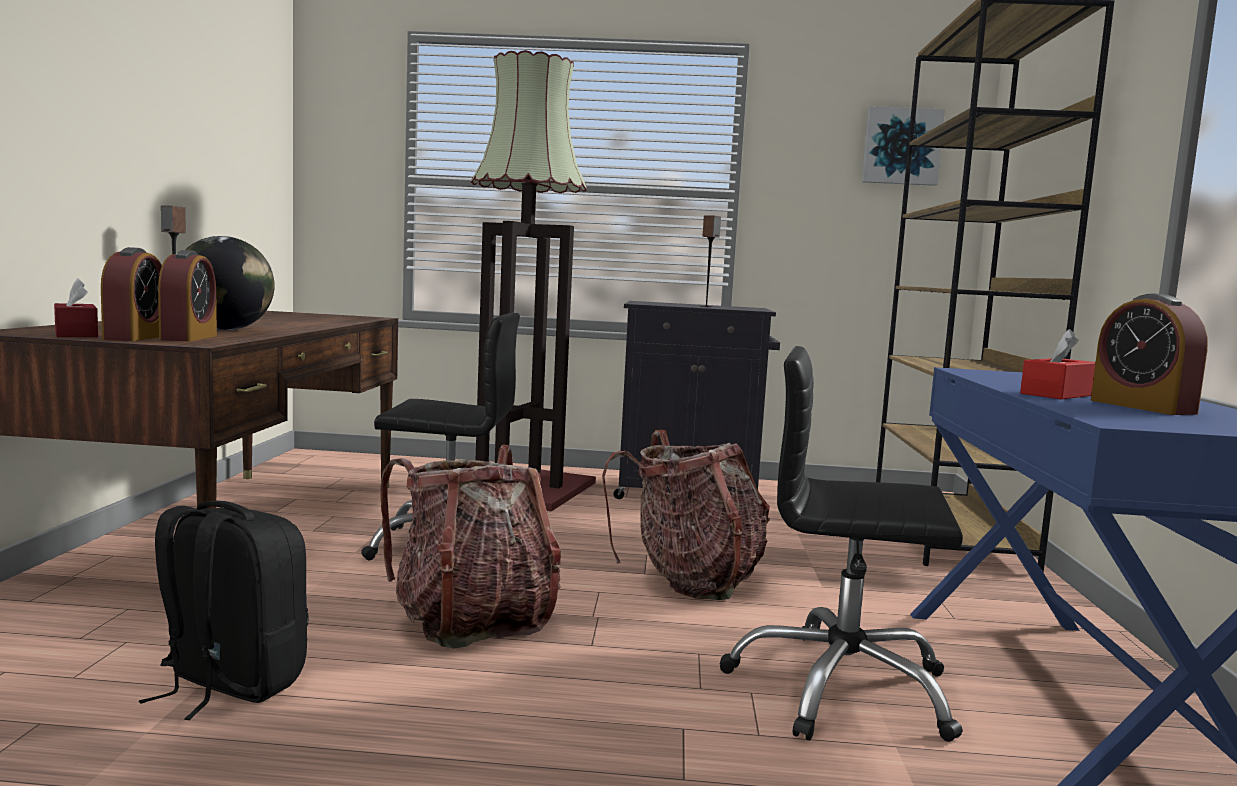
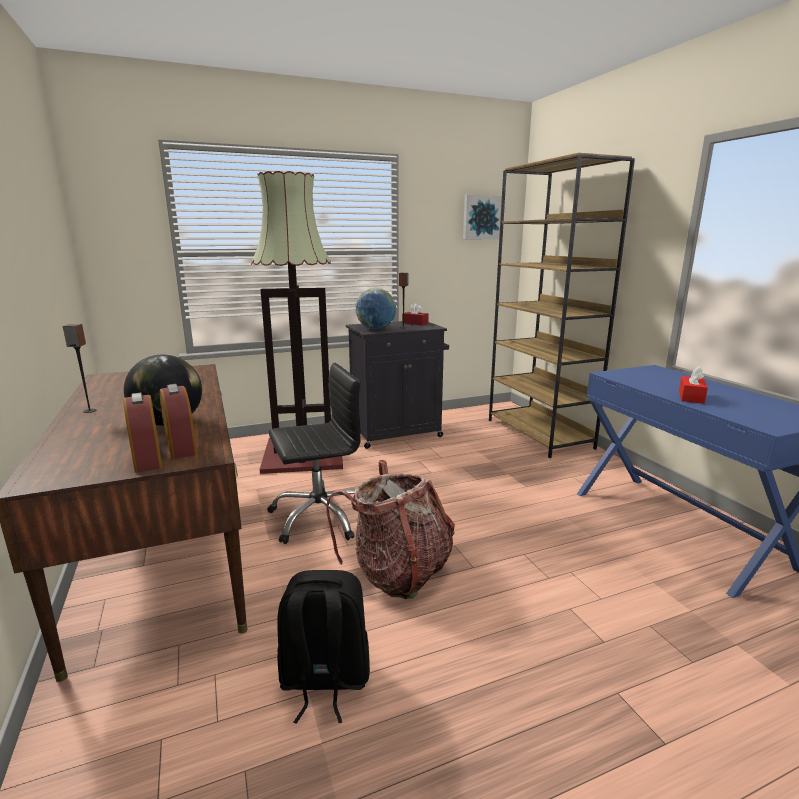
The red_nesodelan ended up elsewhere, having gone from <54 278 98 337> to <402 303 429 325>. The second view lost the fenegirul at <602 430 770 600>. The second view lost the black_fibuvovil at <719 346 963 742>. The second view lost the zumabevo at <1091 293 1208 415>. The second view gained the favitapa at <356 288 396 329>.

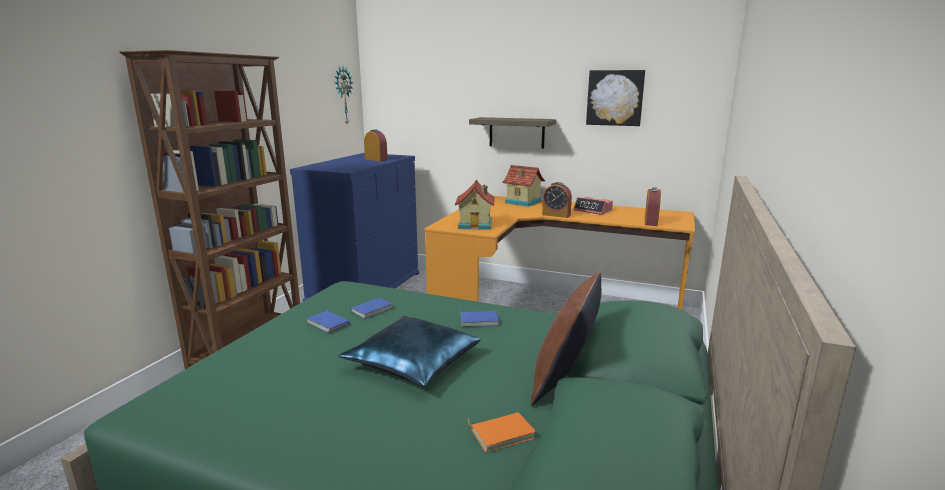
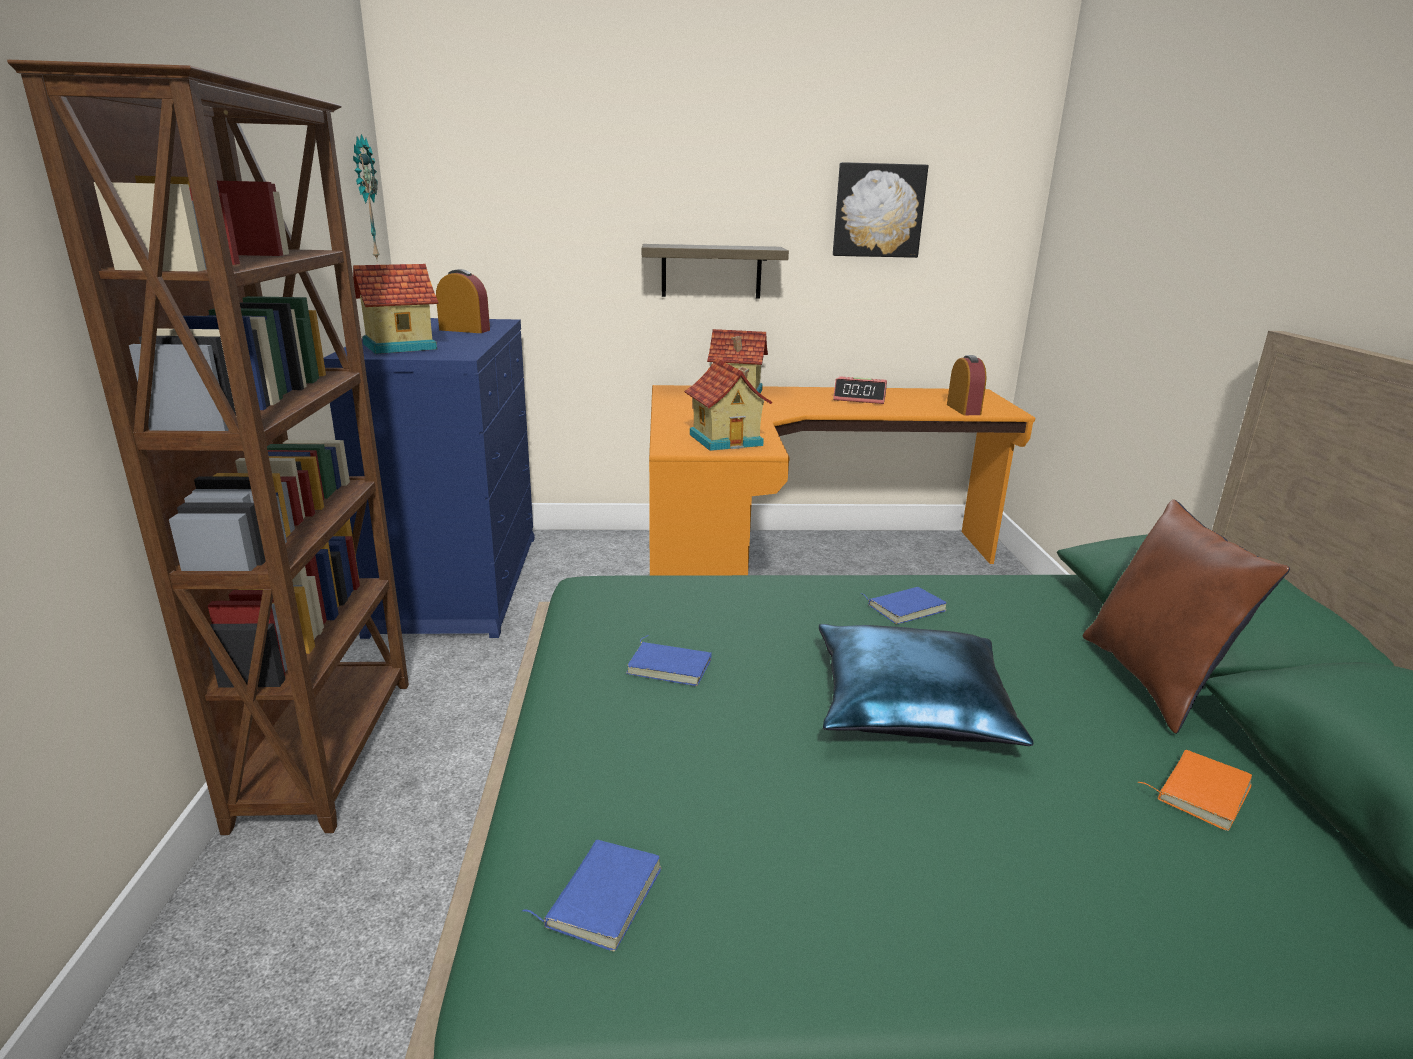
The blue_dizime ended up elsewhere, having gone from <348 298 393 319> to <522 840 661 951>. The second view lost the zumabevo at <542 182 572 218>. The second view gained the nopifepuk at <353 264 439 354>.

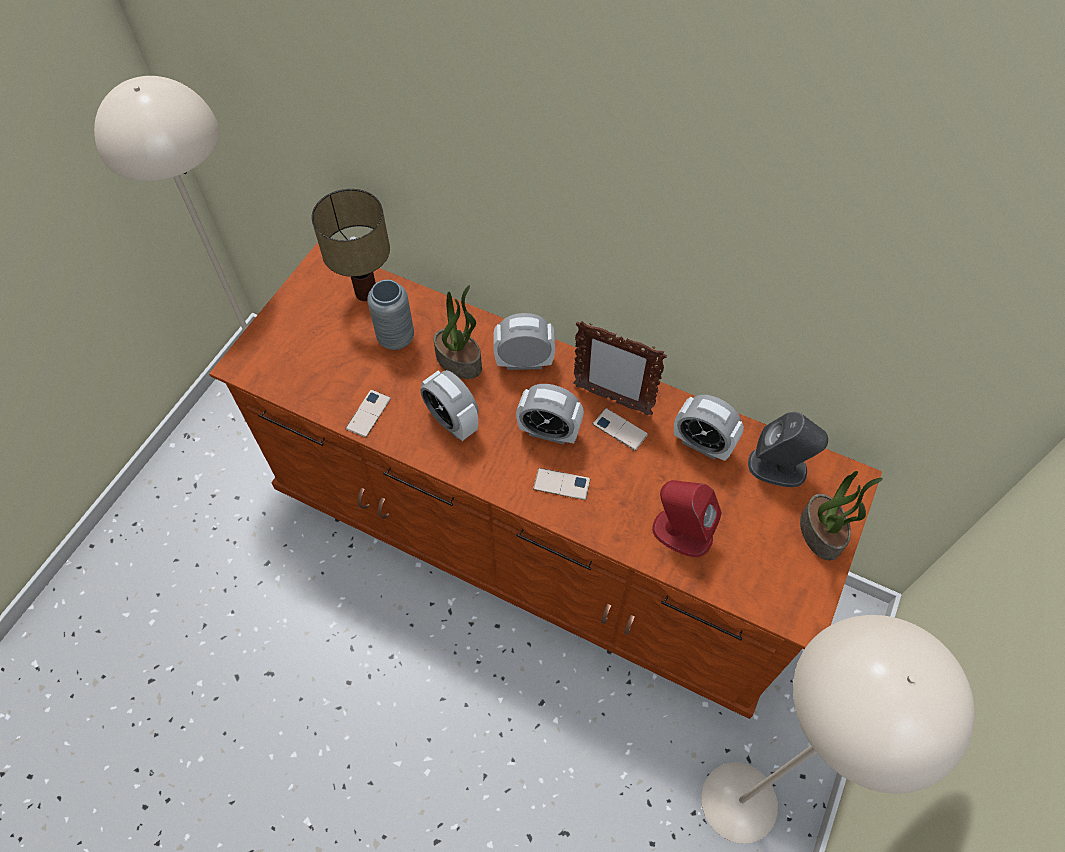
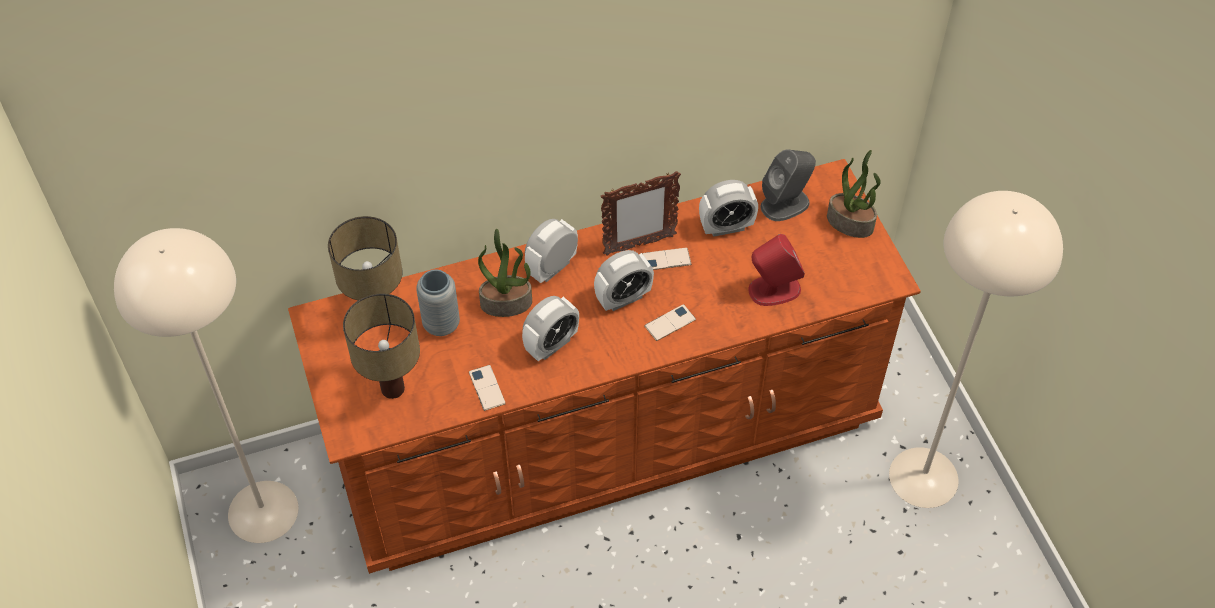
The zumabevo at <421 370 478 441> ended up facing another way, 45 degrees counterclockwise from before. The second view gained the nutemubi at <343 293 420 399>.

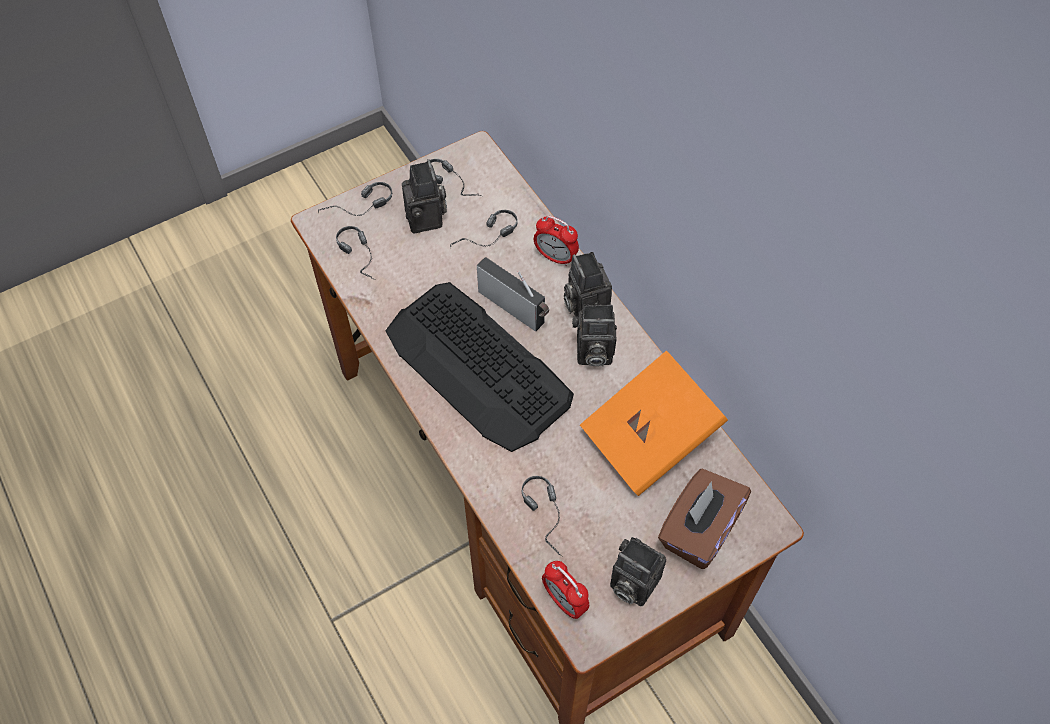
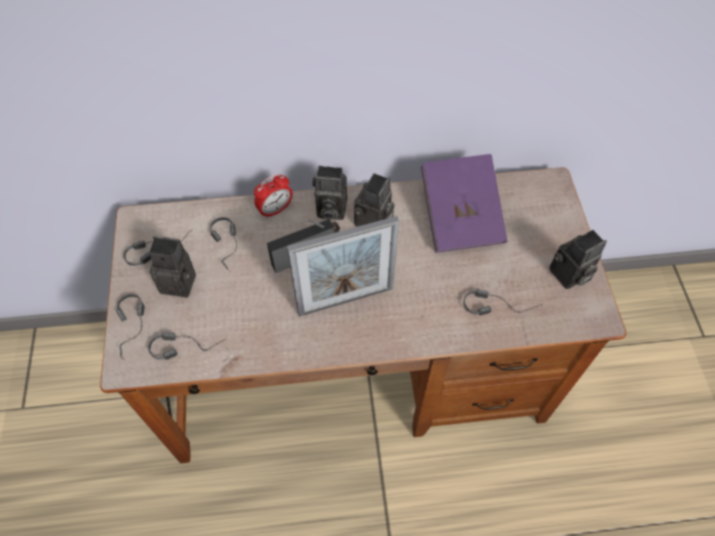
Where the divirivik stood at <386 282 574 452>, the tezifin came to stand at <287 216 399 317>. The second view lost the zumabevo at <542 561 589 619>. What was the orange_dizime at <580 350 728 496> turned into the purple_dizime at <421 154 507 253>. The second view lost the brown_nesodelan at <658 468 751 569>.

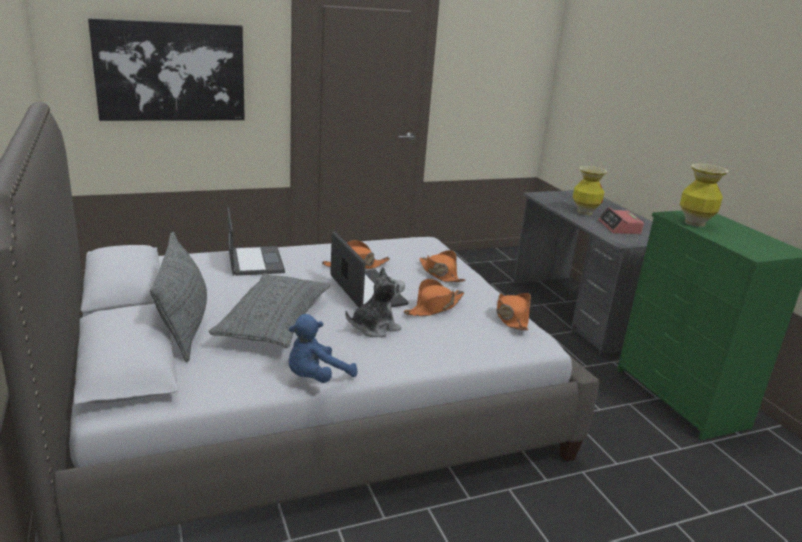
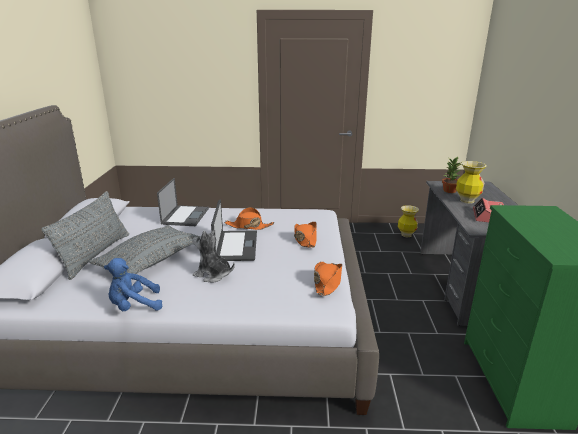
The second view lost the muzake at <88 18 245 121>. The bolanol at <345 267 405 337> ended up facing another way, 150 degrees counterclockwise from before. The second view lost the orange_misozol at <403 279 465 316>. The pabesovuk ended up elsewhere, having gone from <680 164 728 227> to <398 205 419 237>. The second view gained the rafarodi at <442 157 461 193>.

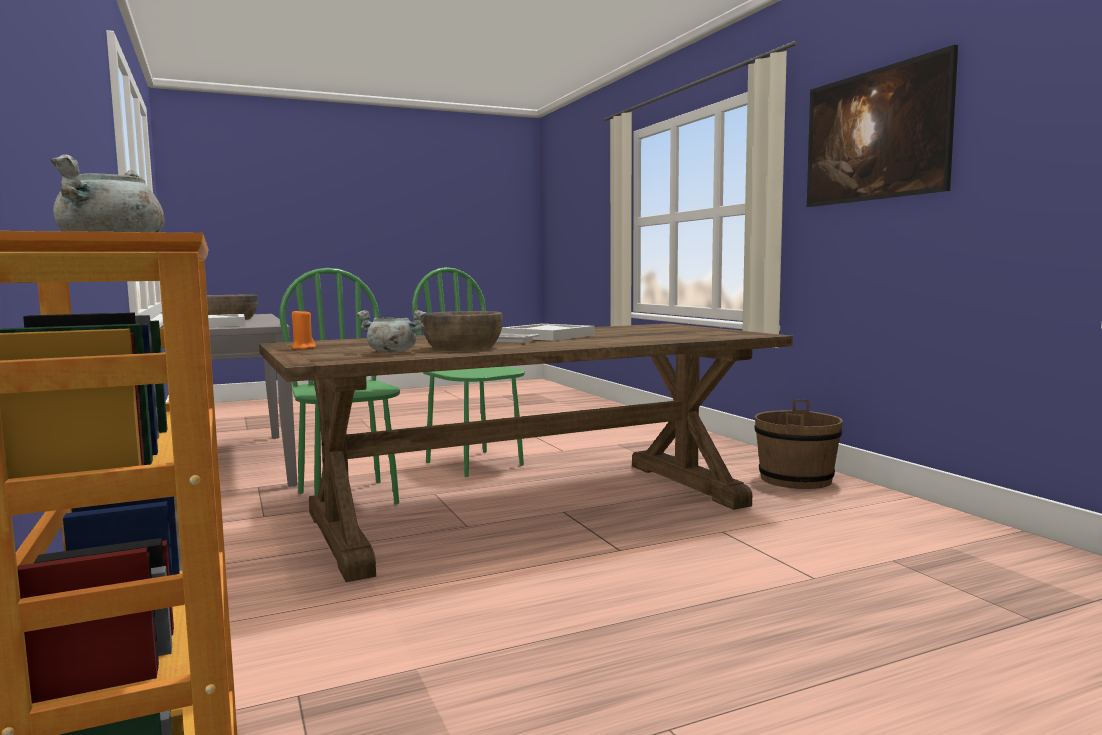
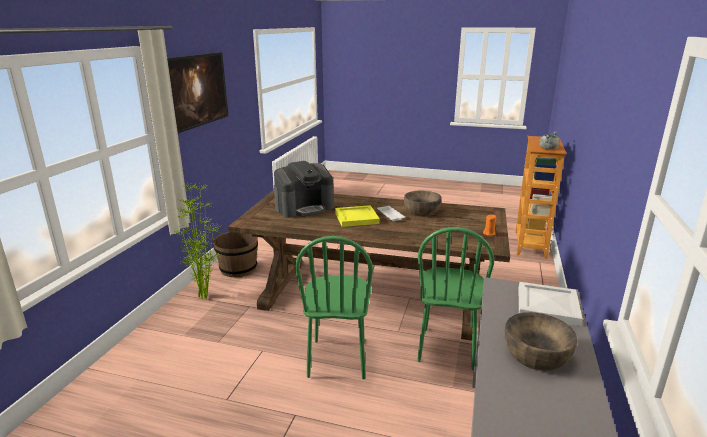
The second view lost the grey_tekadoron at <356 310 426 353>. What was the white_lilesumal at <501 324 594 341> turned into the yellow_lilesumal at <335 205 380 227>. The second view gained the rafarodi at <175 184 221 300>. The second view gained the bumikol at <274 161 334 218>.

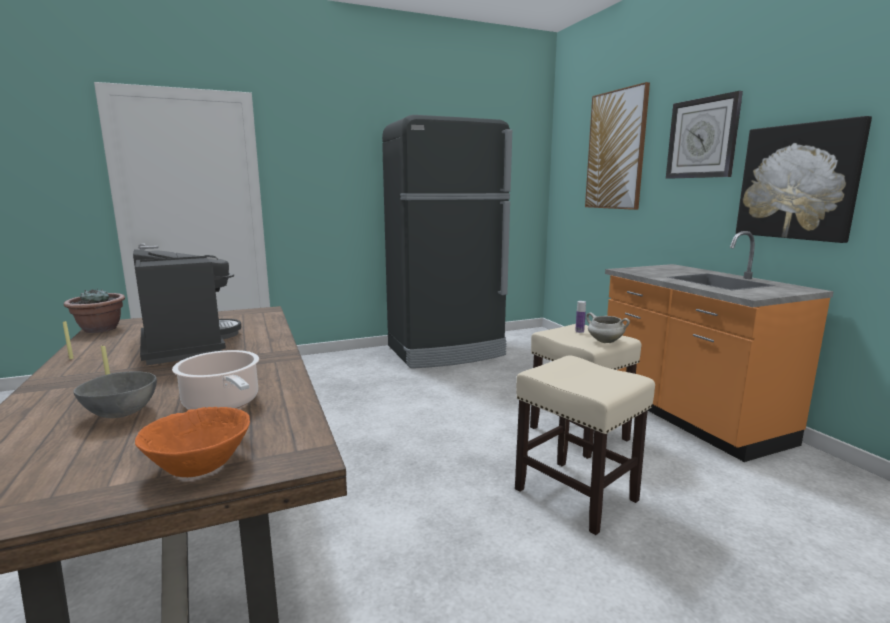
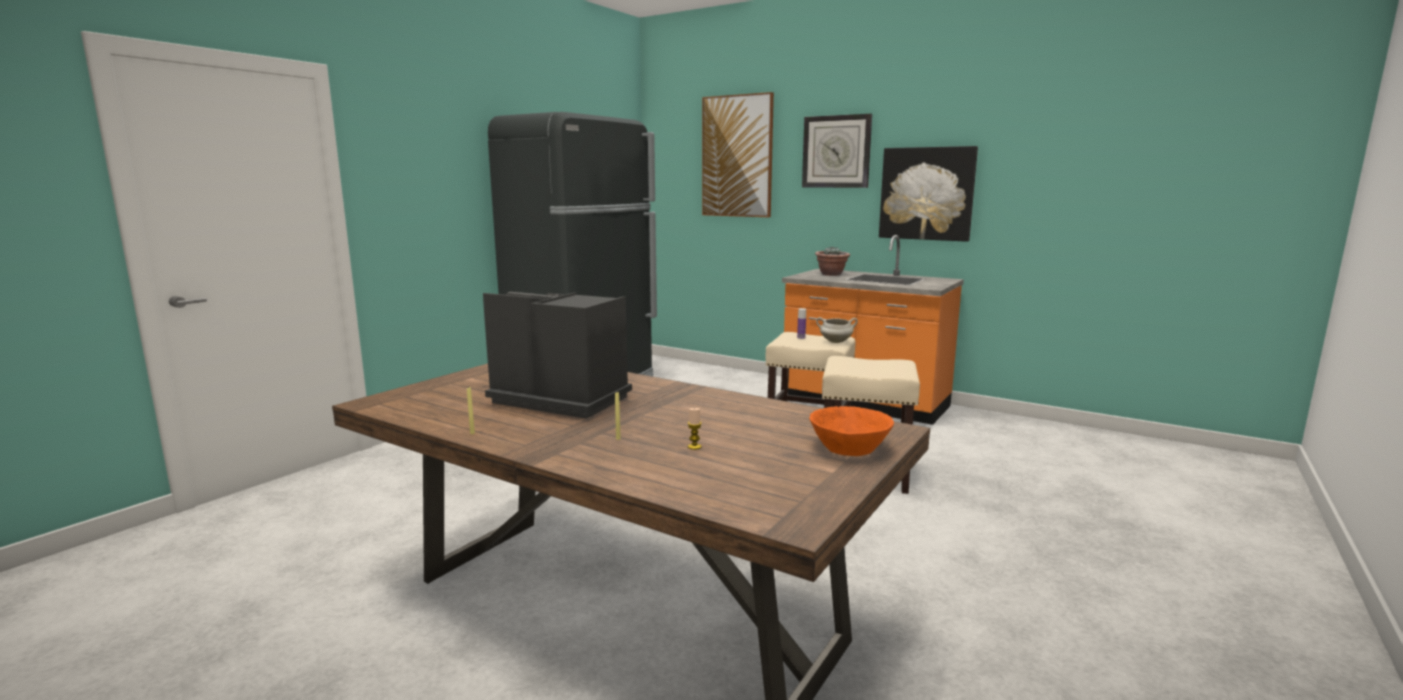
The rafarodi ended up elsewhere, having gone from <64 289 125 333> to <815 247 850 276>. Where the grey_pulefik stood at <73 371 157 418>, the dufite came to stand at <688 408 702 450>. The second view lost the tekadoron at <172 350 259 410>.

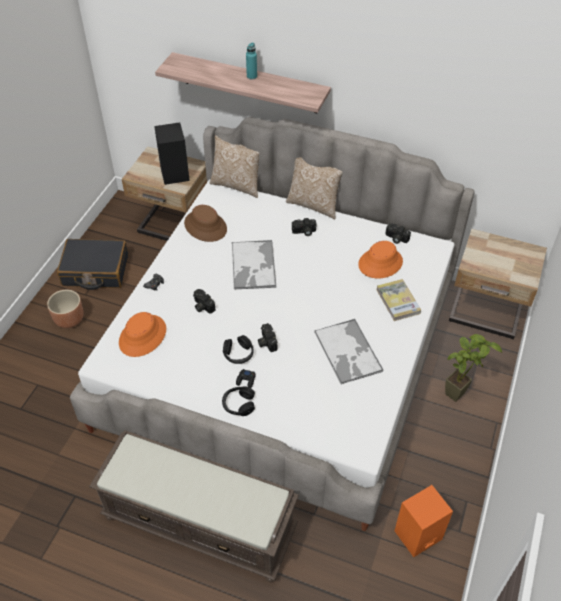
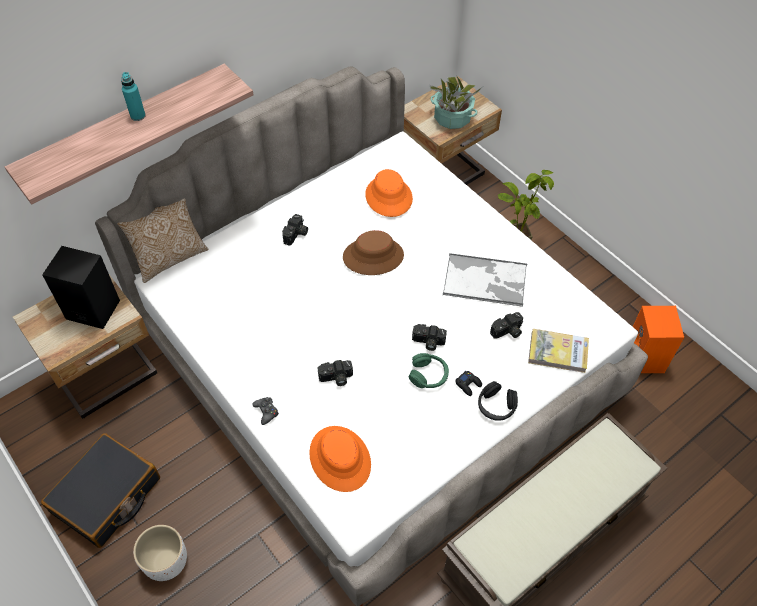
What was the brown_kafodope at <47 290 84 328> turned into the white_kafodope at <133 525 187 581>. The brown_misozol ended up elsewhere, having gone from <184 205 227 242> to <343 230 404 275>. What was the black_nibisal at <223 335 254 364> turned into the green_nibisal at <409 353 449 388>. The second view lost the lilesumal at <232 240 276 289>. The second view lost the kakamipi at <286 157 343 220>. The dizime ended up elsewhere, having gone from <376 279 421 321> to <528 329 589 373>. The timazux ended up elsewhere, having gone from <386 223 411 244> to <490 312 523 339>. The second view gained the rafarodi at <430 77 482 129>.

